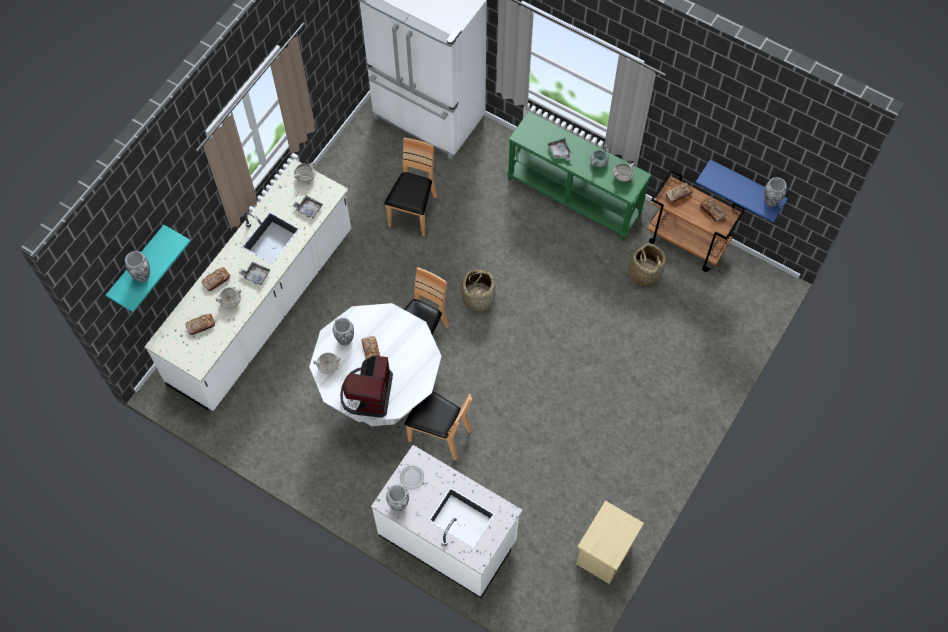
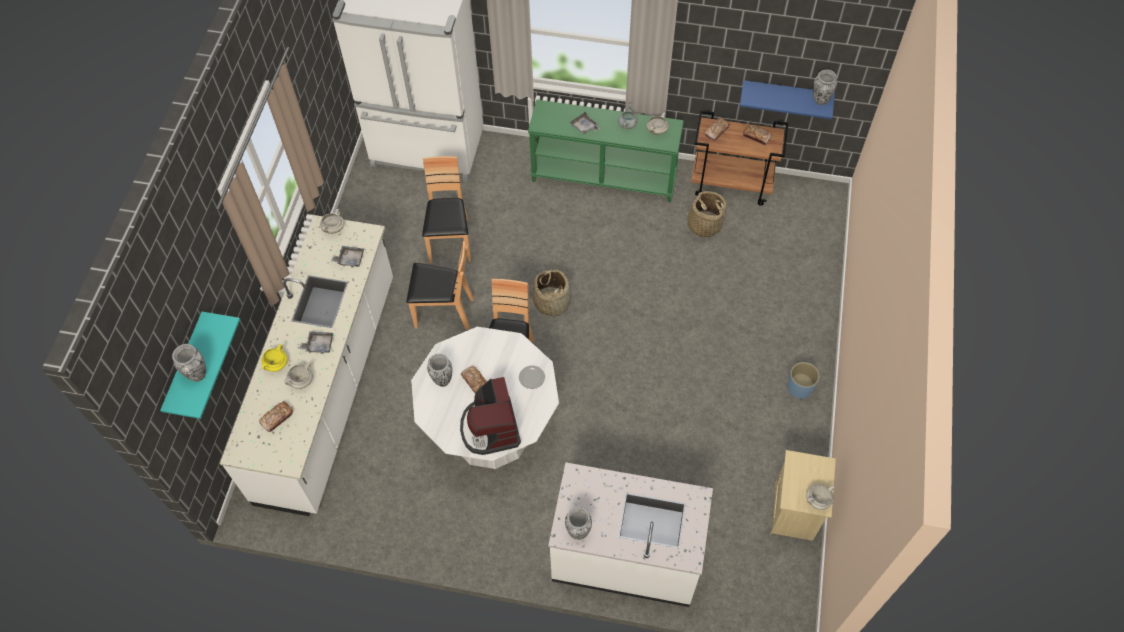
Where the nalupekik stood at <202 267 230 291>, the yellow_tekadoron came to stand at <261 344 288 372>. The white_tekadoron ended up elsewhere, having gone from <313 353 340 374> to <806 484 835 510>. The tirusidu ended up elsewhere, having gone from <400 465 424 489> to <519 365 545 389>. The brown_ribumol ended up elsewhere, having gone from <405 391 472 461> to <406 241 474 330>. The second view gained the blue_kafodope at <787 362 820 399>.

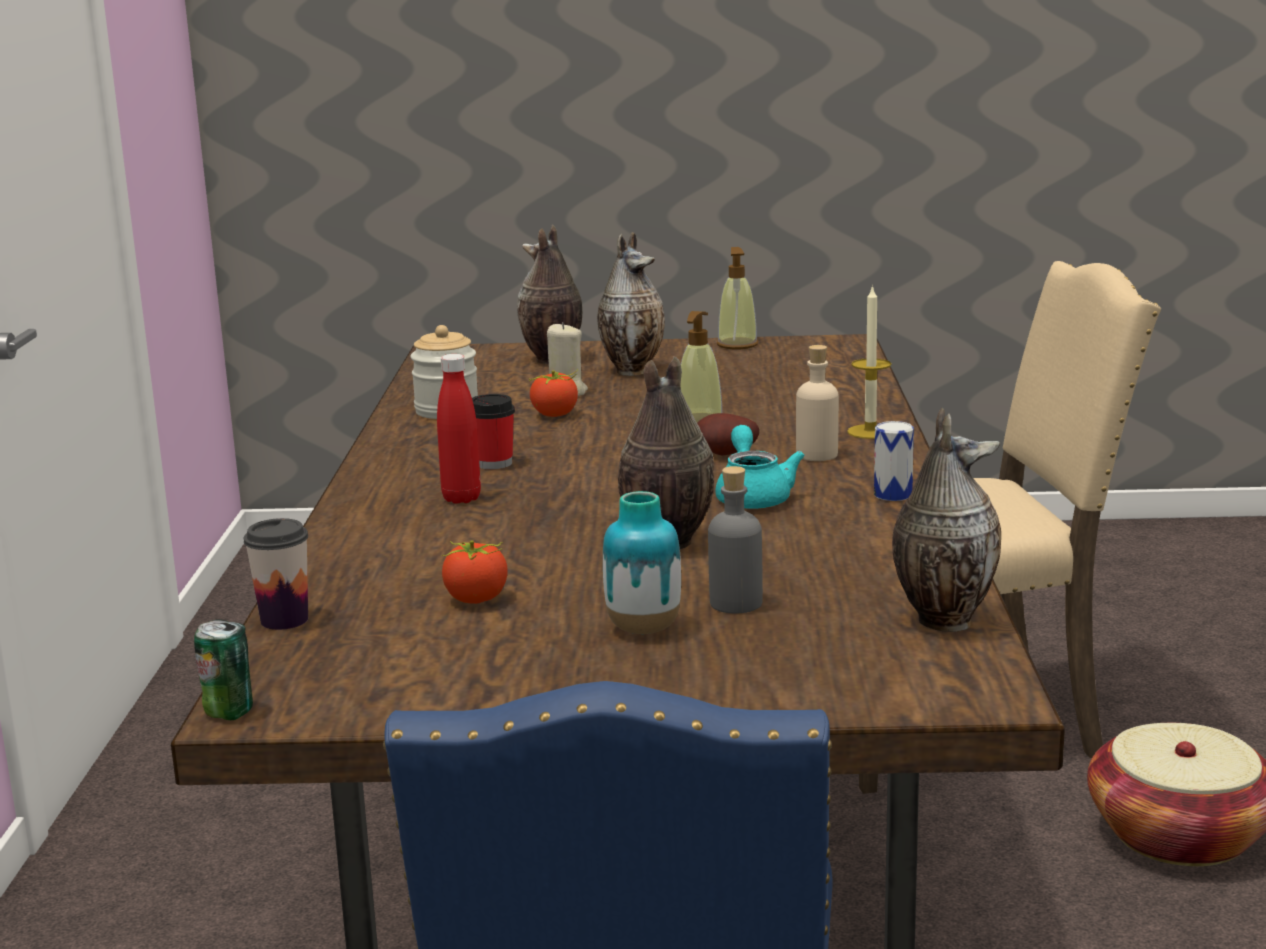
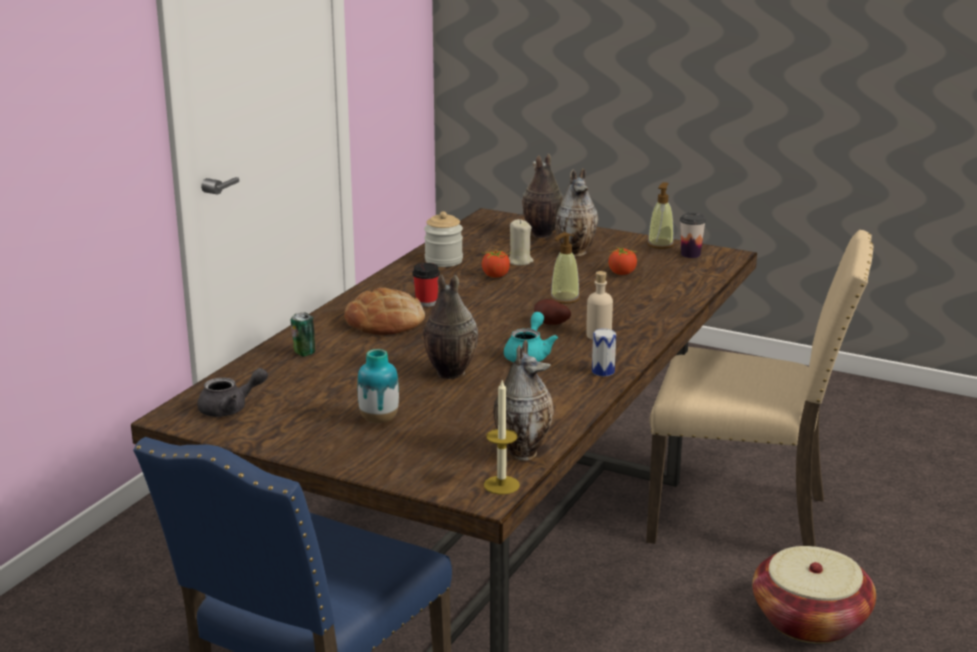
The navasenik ended up elsewhere, having gone from <194 619 253 720> to <291 312 315 357>. The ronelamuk ended up elsewhere, having gone from <244 518 308 630> to <680 213 706 258>. Where the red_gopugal stood at <437 354 481 504>, the nalupekik came to stand at <344 288 425 335>. The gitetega ended up elsewhere, having gone from <442 540 508 604> to <608 246 637 275>. The second view lost the grey_gopugal at <708 466 763 614>. The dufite ended up elsewhere, having gone from <847 285 891 439> to <484 381 520 495>. The second view gained the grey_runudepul at <197 368 268 417>.

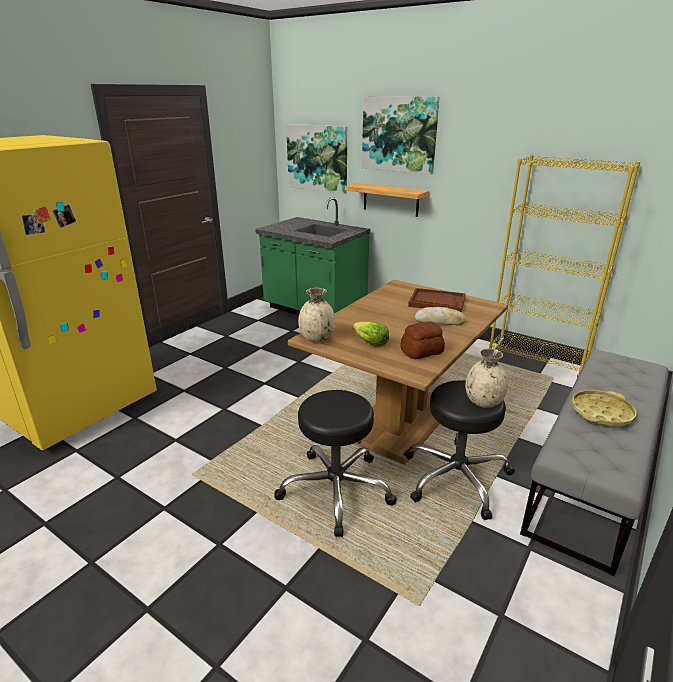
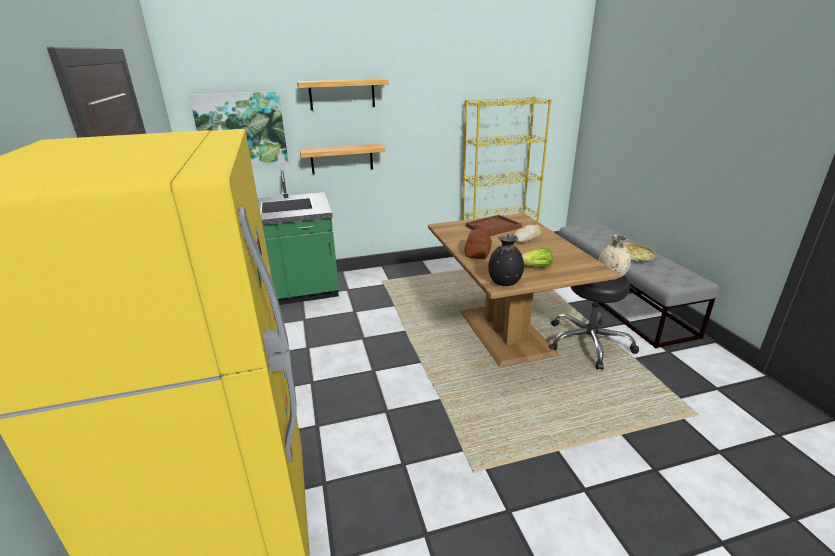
The second view lost the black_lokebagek at <274 390 397 537>. What was the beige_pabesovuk at <298 288 335 342> turned into the black_pabesovuk at <488 235 524 286>. Where the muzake hung at <362 96 440 175>, the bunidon came to hang at <297 78 388 110>. The nalupekik ended up elsewhere, having gone from <400 321 445 359> to <464 229 492 259>.

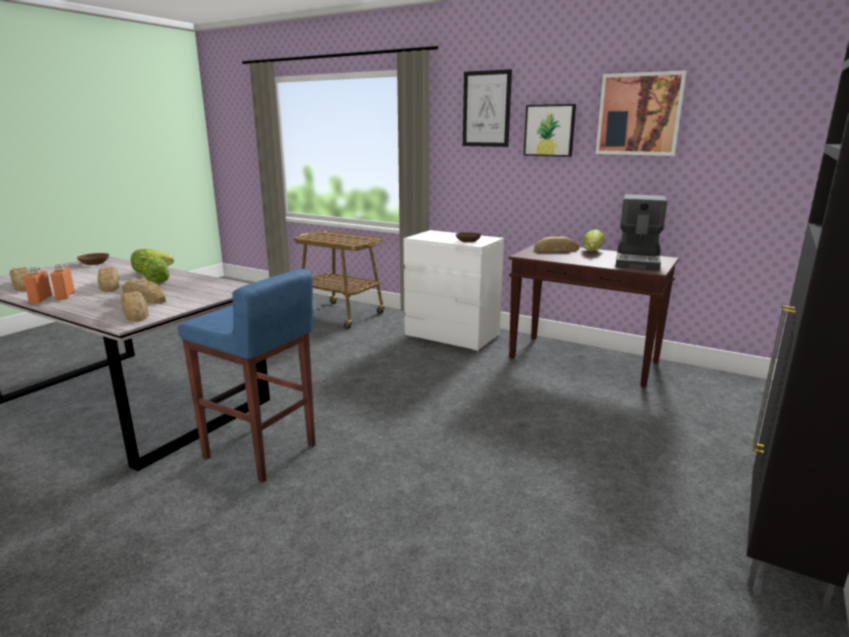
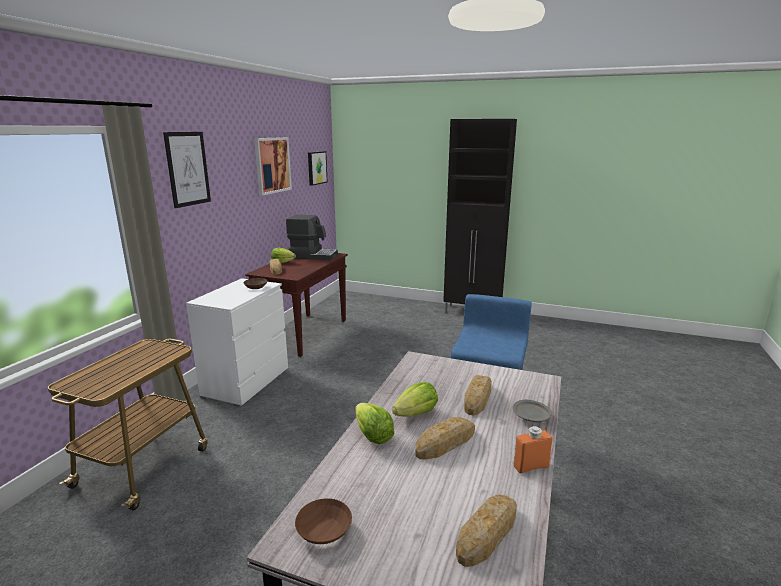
The second view lost the orange_gopugal at <50 263 75 300>. The second view lost the nalupekik at <120 291 149 322>. The muzake ended up elsewhere, having gone from <523 104 576 157> to <308 151 328 186>. The second view gained the grey_tirusidu at <512 400 552 422>.

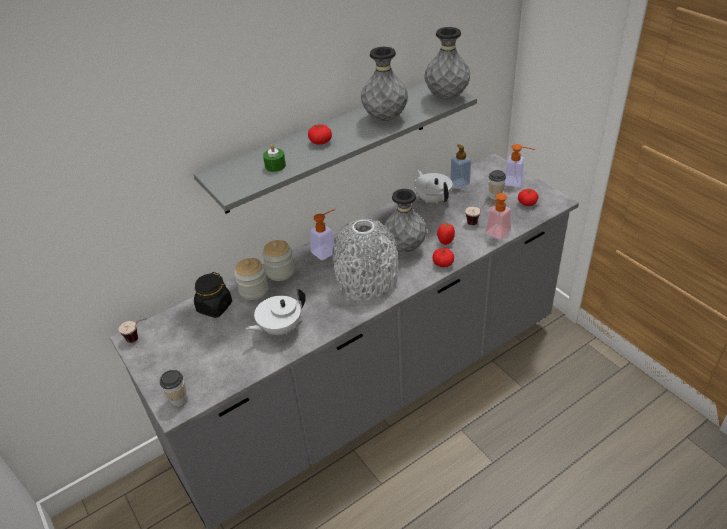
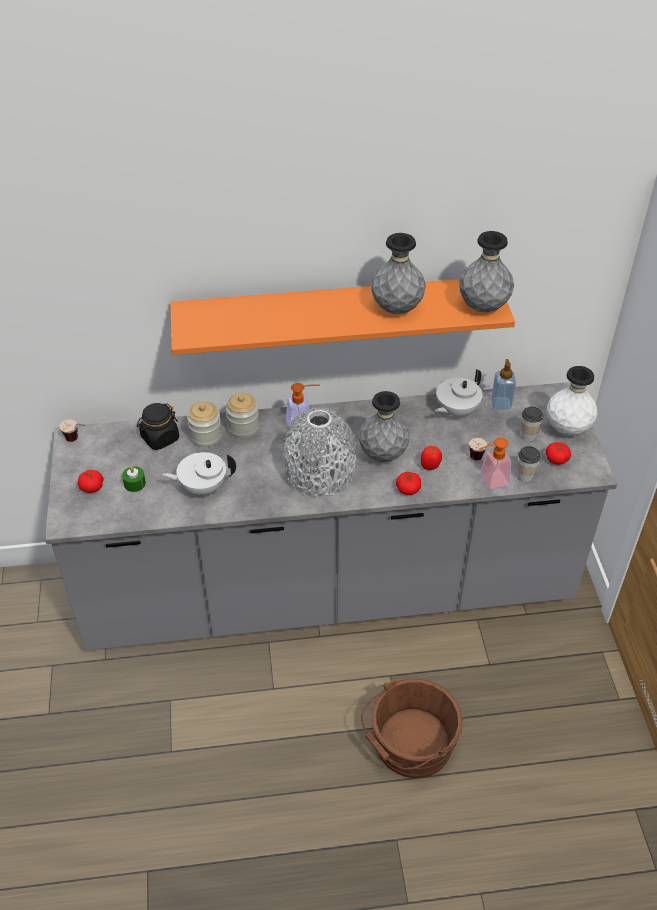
The ronelamuk ended up elsewhere, having gone from <160 370 187 407> to <517 446 541 482>. What was the grey_bunidon at <193 82 477 214> turned into the orange_bunidon at <170 279 515 355>. The green_dufite ended up elsewhere, having gone from <263 144 286 172> to <122 466 146 492>. The gitetega ended up elsewhere, having gone from <308 124 332 145> to <78 470 104 493>. The white_runudepul at <414 170 452 205> ended up facing another way, 135 degrees counterclockwise from before. Where the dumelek stood at <505 144 535 187>, the white_pabesovuk came to stand at <547 366 597 436>. The second view gained the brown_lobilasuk at <361 678 463 778>.

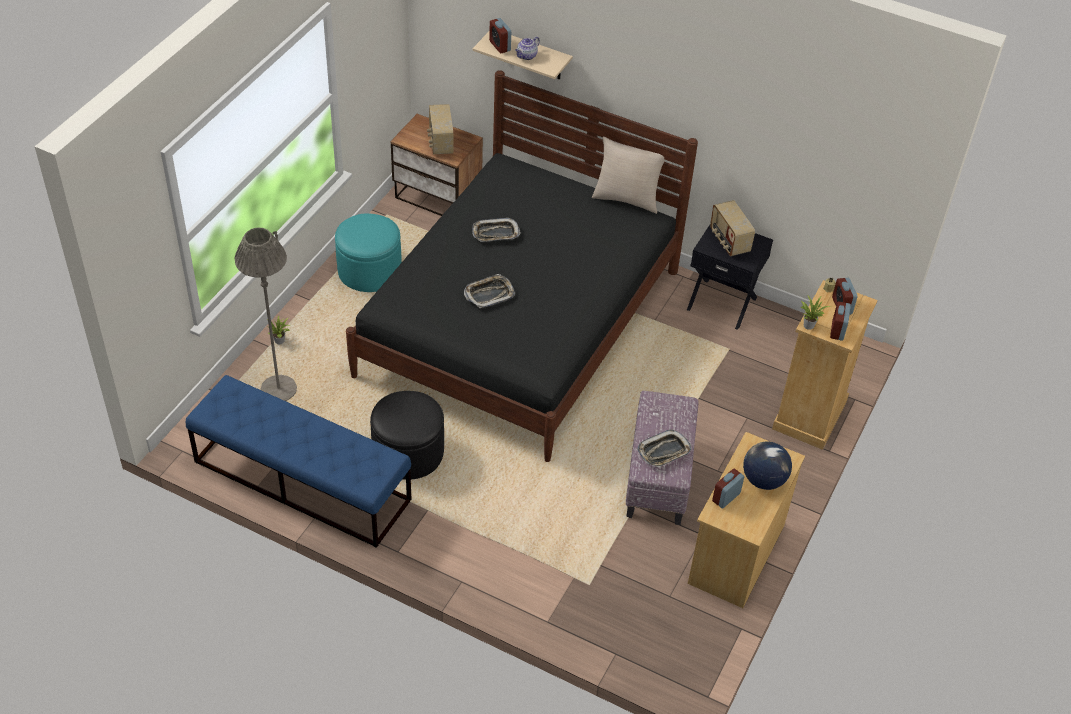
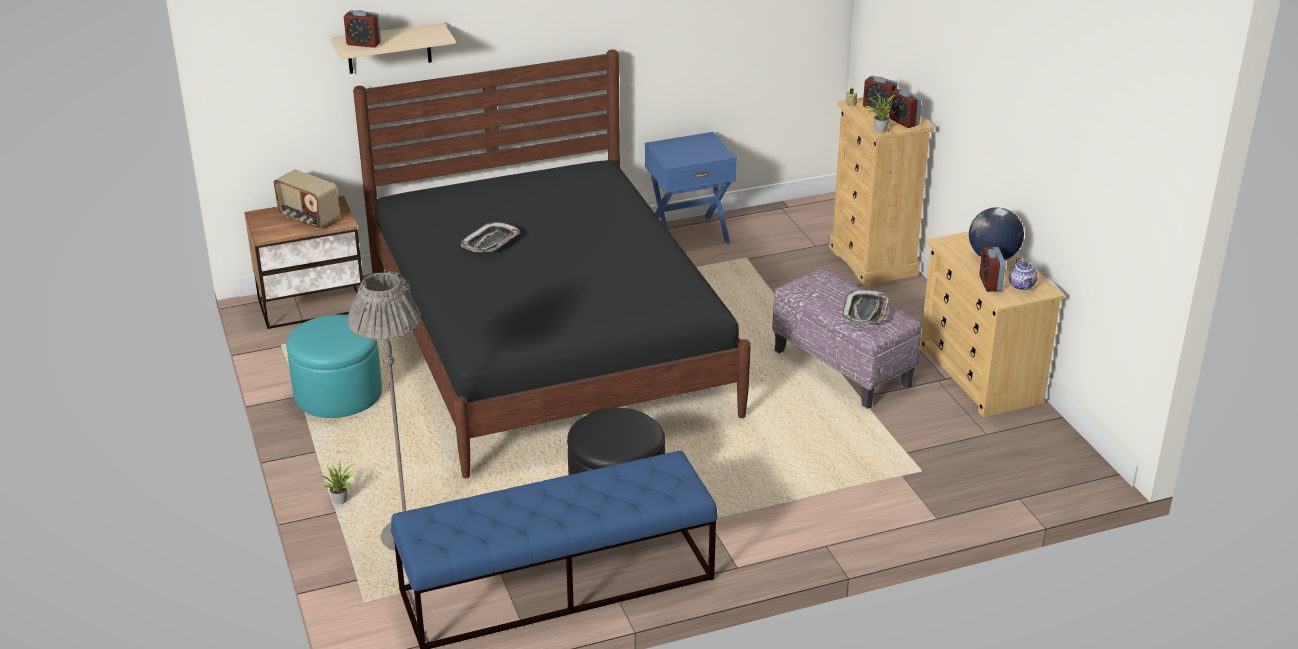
The second view lost the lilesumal at <464 274 515 308>. The runudepul ended up elsewhere, having gone from <515 36 540 60> to <1009 257 1038 290>. The second view lost the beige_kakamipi at <592 137 665 214>. What was the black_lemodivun at <687 225 773 330> turned into the blue_lemodivun at <645 132 737 244>. The second view lost the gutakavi at <710 200 755 256>.

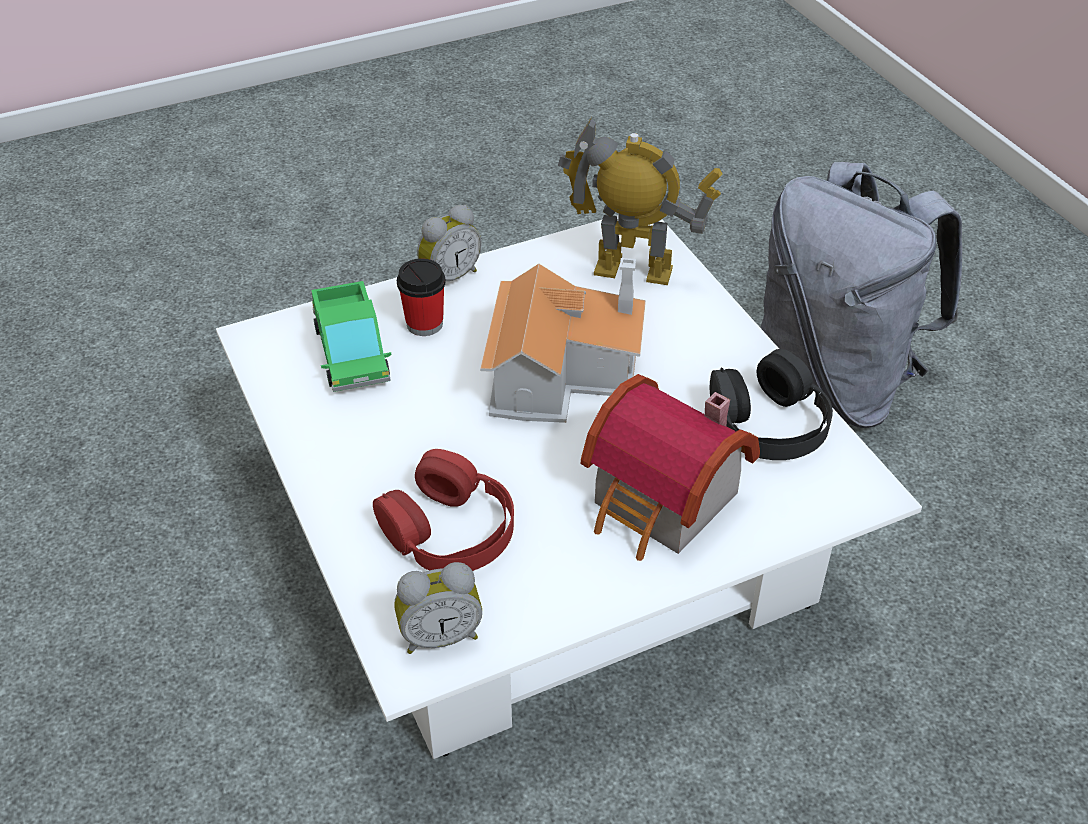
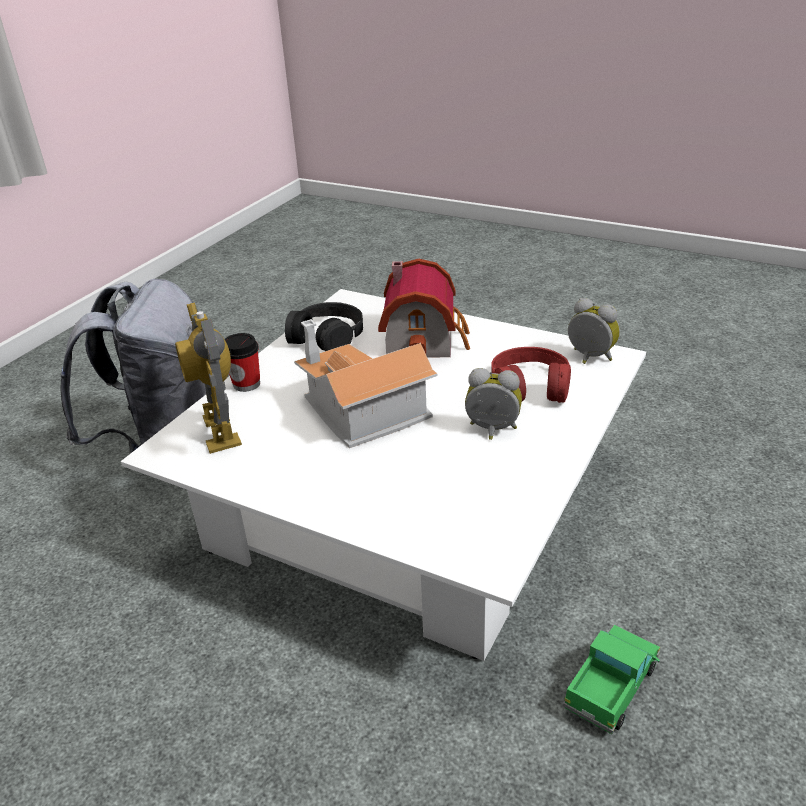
The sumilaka ended up elsewhere, having gone from <311 281 392 392> to <563 625 660 734>. The ronelamuk ended up elsewhere, having gone from <397 259 446 336> to <225 333 260 392>. The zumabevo ended up elsewhere, having gone from <417 205 482 281> to <465 368 522 440>.

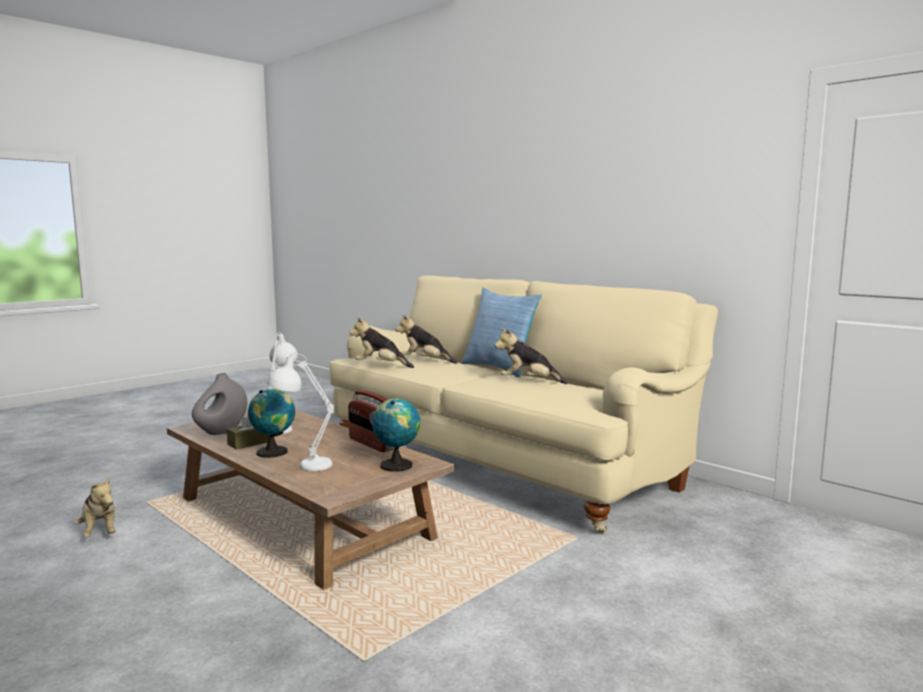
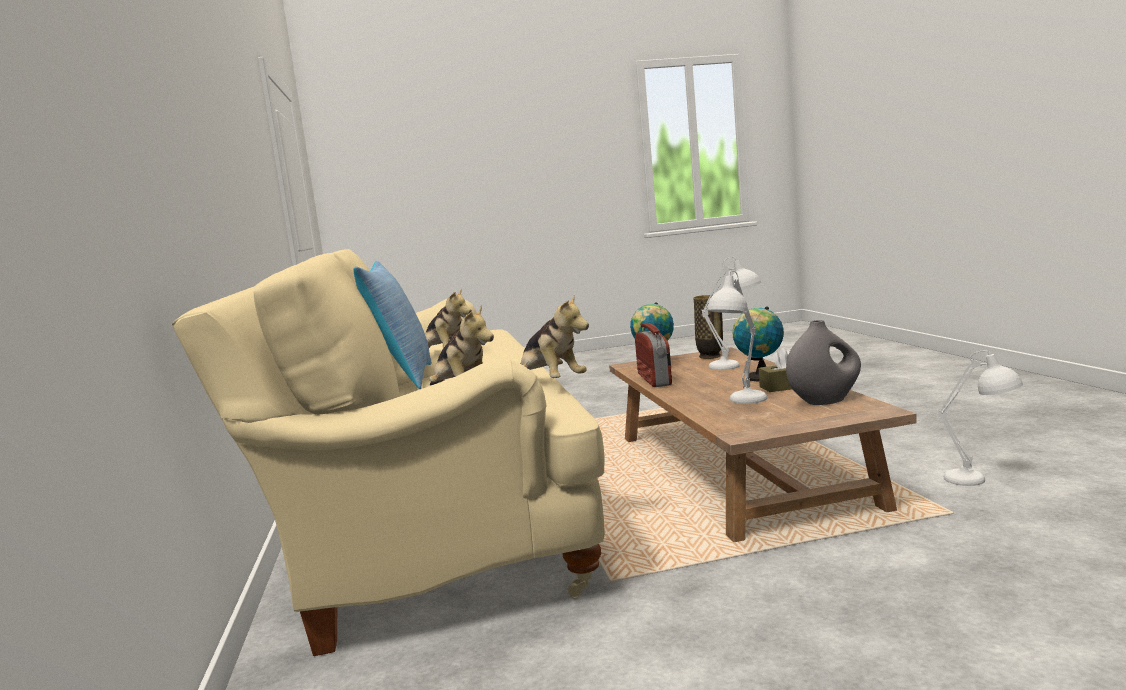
Where the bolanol stood at <74 476 116 537>, the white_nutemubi came to stand at <938 350 1023 486>. The second view gained the pabesovuk at <693 295 723 359>.

